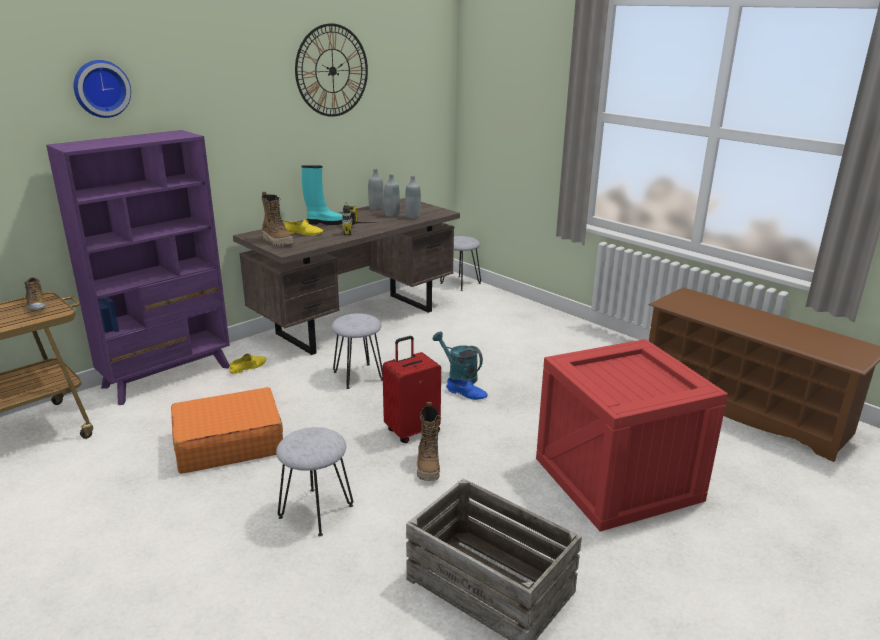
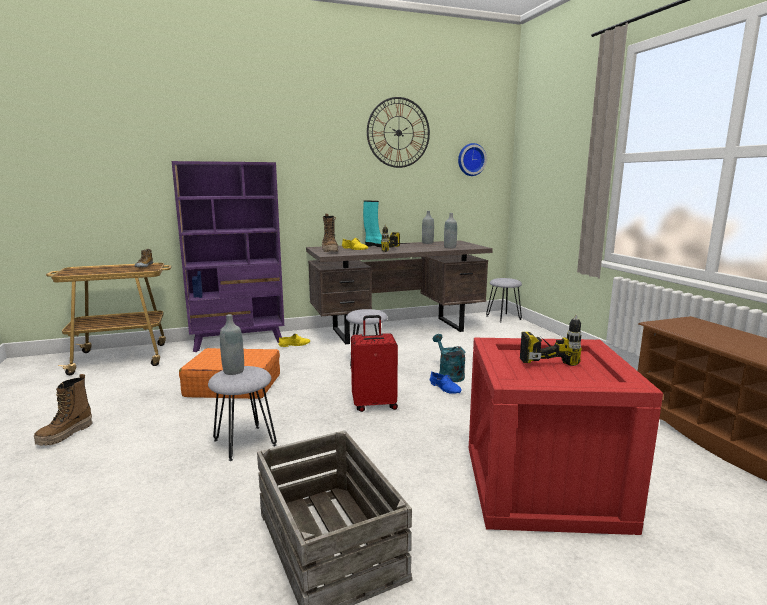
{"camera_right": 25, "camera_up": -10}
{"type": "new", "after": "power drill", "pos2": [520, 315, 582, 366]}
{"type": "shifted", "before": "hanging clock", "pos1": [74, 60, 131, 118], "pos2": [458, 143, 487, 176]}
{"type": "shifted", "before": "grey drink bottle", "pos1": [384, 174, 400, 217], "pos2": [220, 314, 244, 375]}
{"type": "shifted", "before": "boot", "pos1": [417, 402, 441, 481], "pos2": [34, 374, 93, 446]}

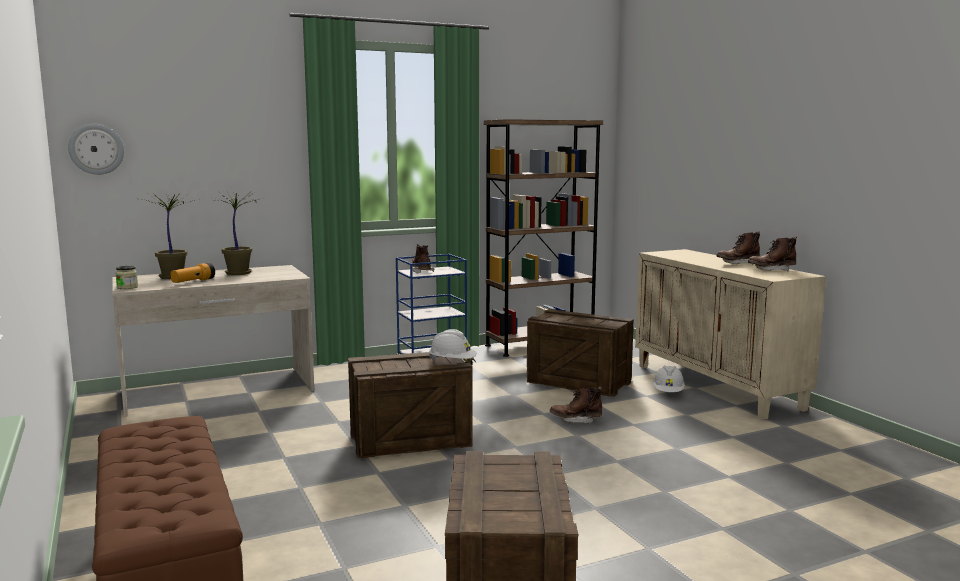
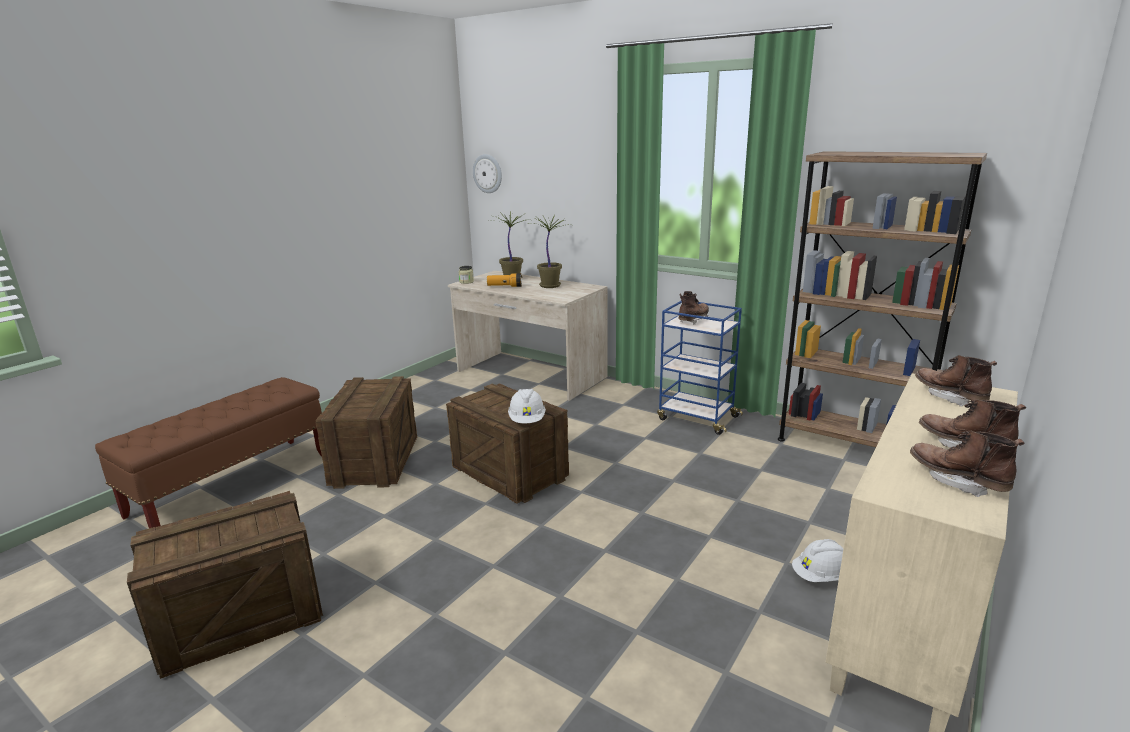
{"camera_right": 60, "camera_up": 10}
{"type": "shifted", "before": "shipping crate", "pos1": [527, 309, 634, 397], "pos2": [315, 376, 417, 489]}
{"type": "shifted", "before": "brown boot", "pos1": [550, 386, 603, 424], "pos2": [915, 355, 997, 406]}

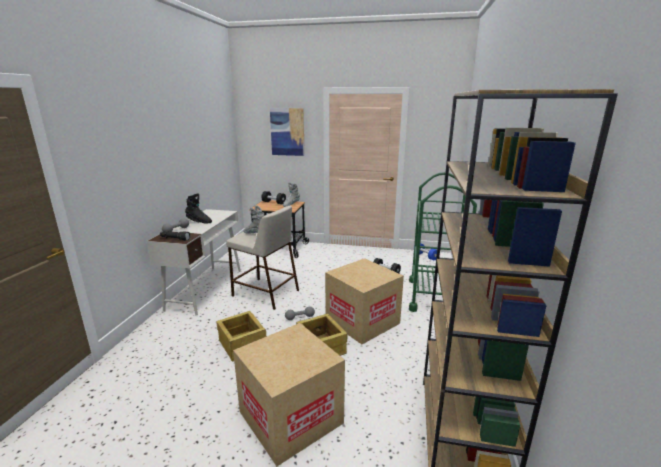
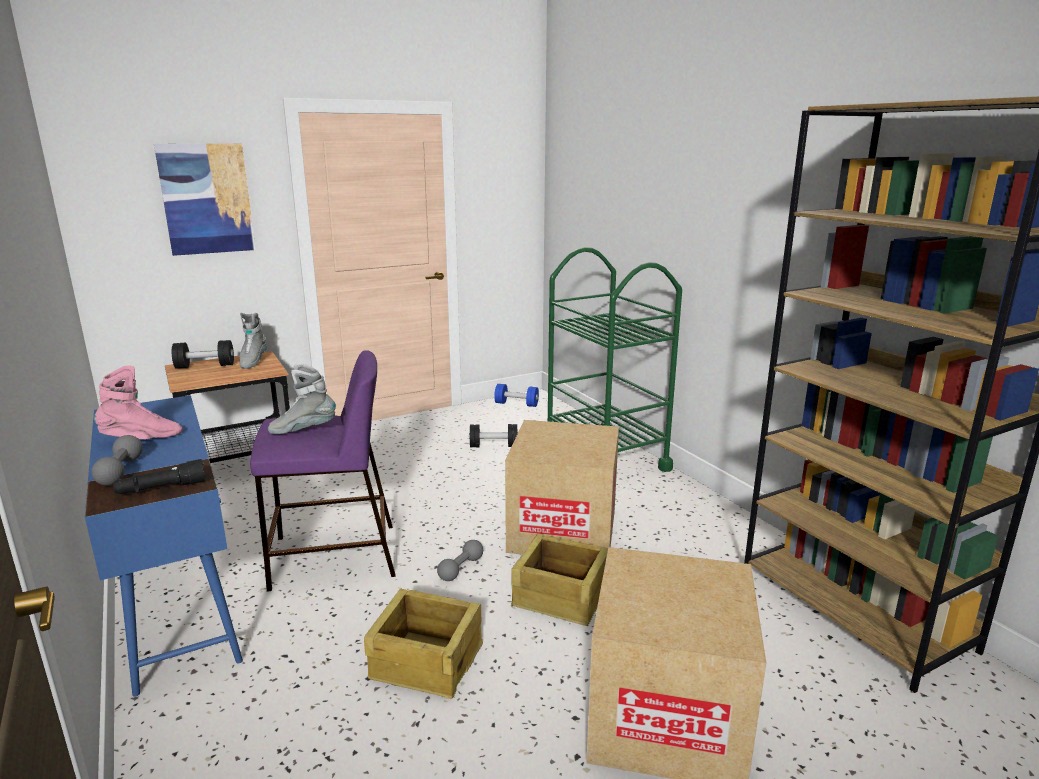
{"camera_right": -40, "camera_up": 0}
{"type": "repainted", "before": "white desk table", "after": "blue-coloured desk table", "pos1": [147, 209, 241, 316], "pos2": [85, 395, 243, 697]}
{"type": "repainted", "before": "black-coloured boot", "after": "pink-coloured boot", "pos1": [185, 193, 212, 223], "pos2": [94, 365, 182, 439]}
{"type": "repainted", "before": "beige-coloured stool", "after": "purplish stool", "pos1": [226, 206, 299, 310], "pos2": [250, 350, 396, 592]}

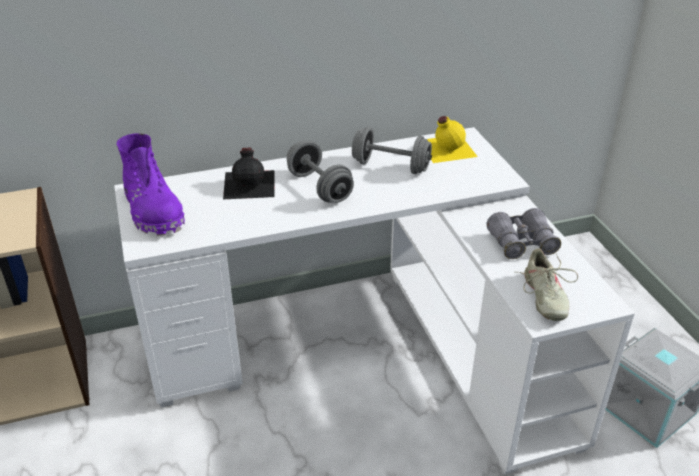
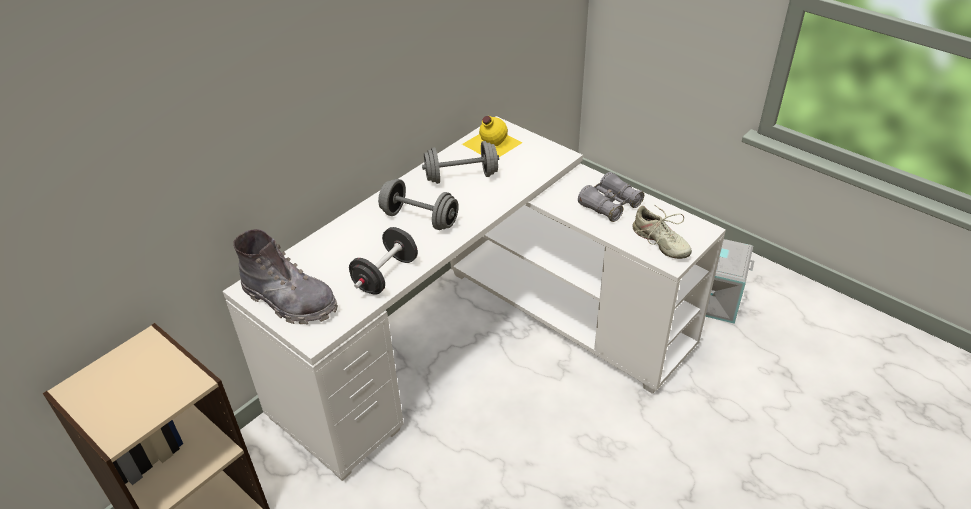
{"camera_right": -30, "camera_up": 5}
{"type": "gone", "before": "black-coloured drink bottle", "pos1": [223, 148, 275, 199]}
{"type": "new", "after": "black-coloured hand weight", "pos2": [349, 227, 418, 295]}
{"type": "repainted", "before": "purplish boot", "after": "grey boot", "pos1": [116, 133, 185, 236], "pos2": [233, 229, 338, 324]}

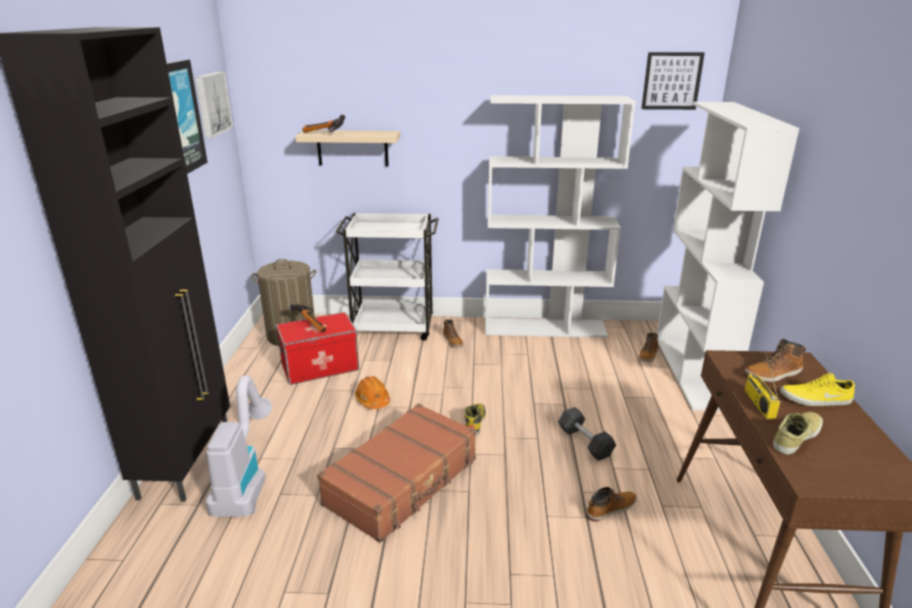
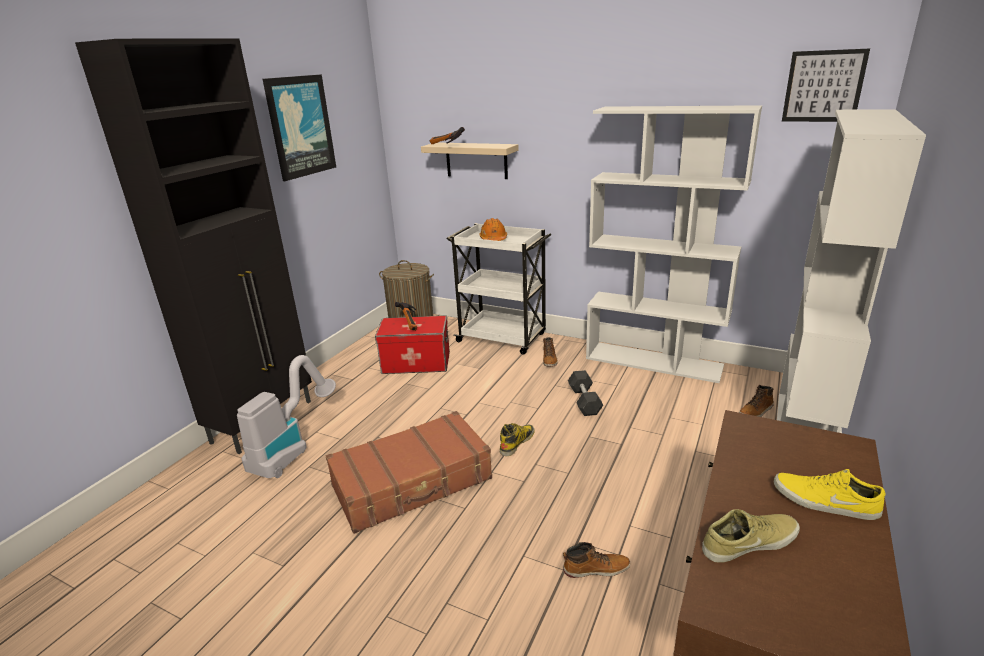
{"camera_right": 25, "camera_up": 0}
{"type": "gone", "before": "wall art", "pos1": [195, 71, 233, 138]}
{"type": "gone", "before": "radio", "pos1": [744, 352, 780, 419]}
{"type": "gone", "before": "boot", "pos1": [745, 339, 806, 382]}
{"type": "shifted", "before": "orangey hard hat", "pos1": [355, 376, 390, 409], "pos2": [479, 218, 507, 241]}
{"type": "shifted", "before": "grey hand weight", "pos1": [558, 407, 616, 461], "pos2": [568, 370, 603, 416]}

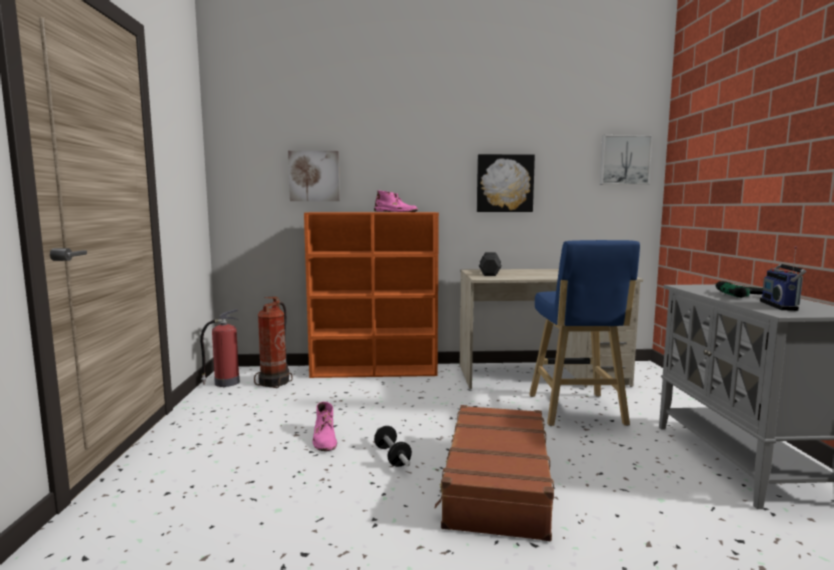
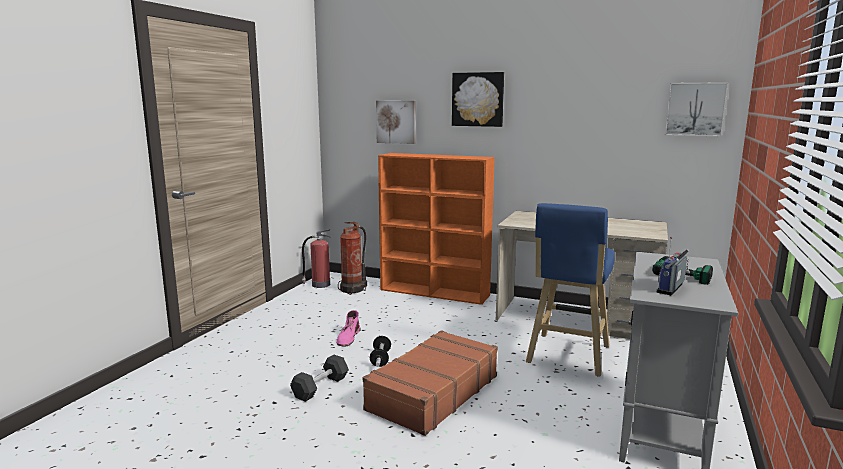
{"camera_right": 25, "camera_up": 5}
{"type": "gone", "before": "pink-coloured boot", "pos1": [374, 190, 418, 212]}
{"type": "shifted", "before": "wall art", "pos1": [477, 154, 535, 212], "pos2": [452, 72, 504, 127]}
{"type": "shifted", "before": "black-coloured hand weight", "pos1": [479, 252, 502, 276], "pos2": [290, 355, 349, 402]}

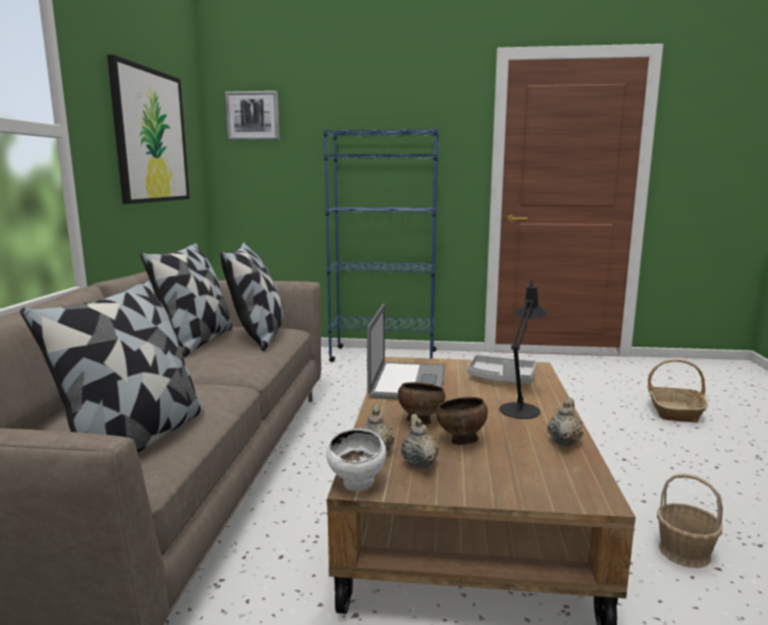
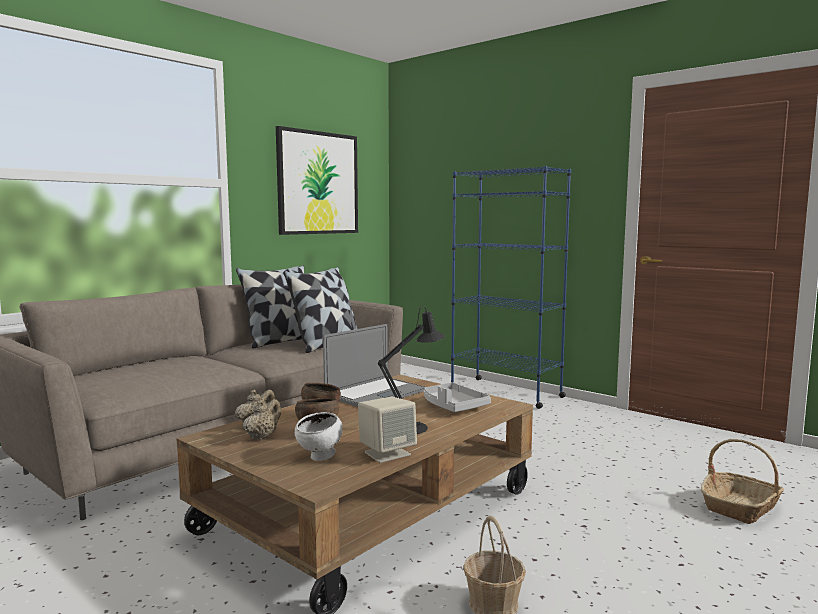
{"camera_right": 35, "camera_up": -5}
{"type": "gone", "before": "cushion", "pos1": [20, 280, 204, 452]}
{"type": "gone", "before": "wall art", "pos1": [225, 91, 280, 140]}
{"type": "shifted", "before": "white bowl", "pos1": [326, 428, 386, 491], "pos2": [295, 412, 343, 461]}
{"type": "swapped", "before": "beige-coloured teapot", "after": "beige-coloured loudspeaker", "pos1": [548, 397, 584, 447], "pos2": [358, 397, 417, 463]}

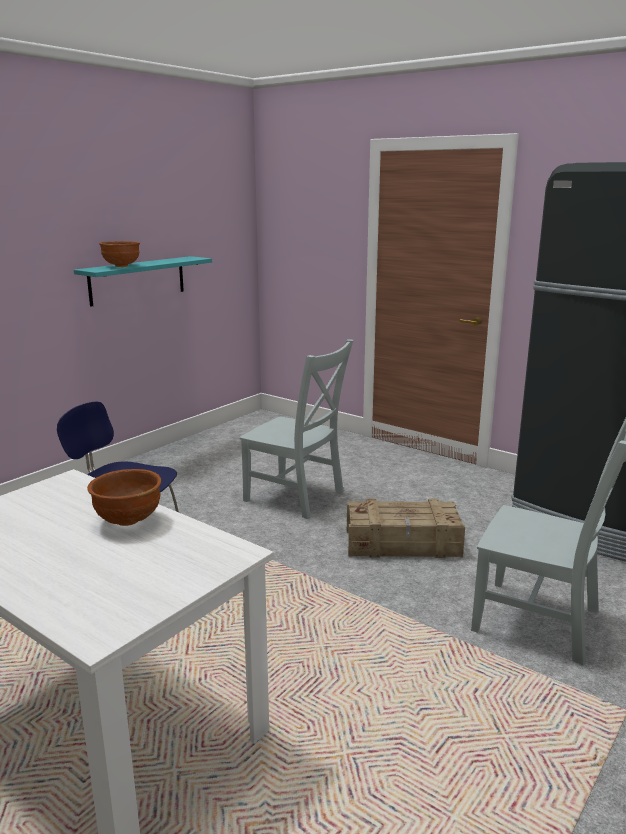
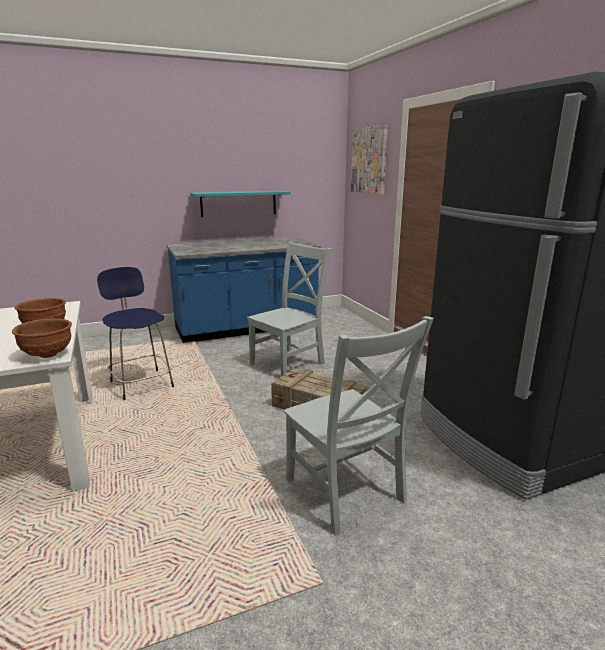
{"camera_right": 30, "camera_up": 0}
{"type": "new", "after": "blue-coloured counter", "pos2": [166, 237, 321, 343]}
{"type": "new", "after": "wall art", "pos2": [351, 125, 388, 195]}
{"type": "shifted", "before": "brown bowl", "pos1": [99, 241, 140, 267], "pos2": [12, 318, 72, 358]}
{"type": "rotated", "before": "grey chair", "pos1": [239, 339, 354, 519], "pos2": [247, 241, 332, 377], "turn": -105}

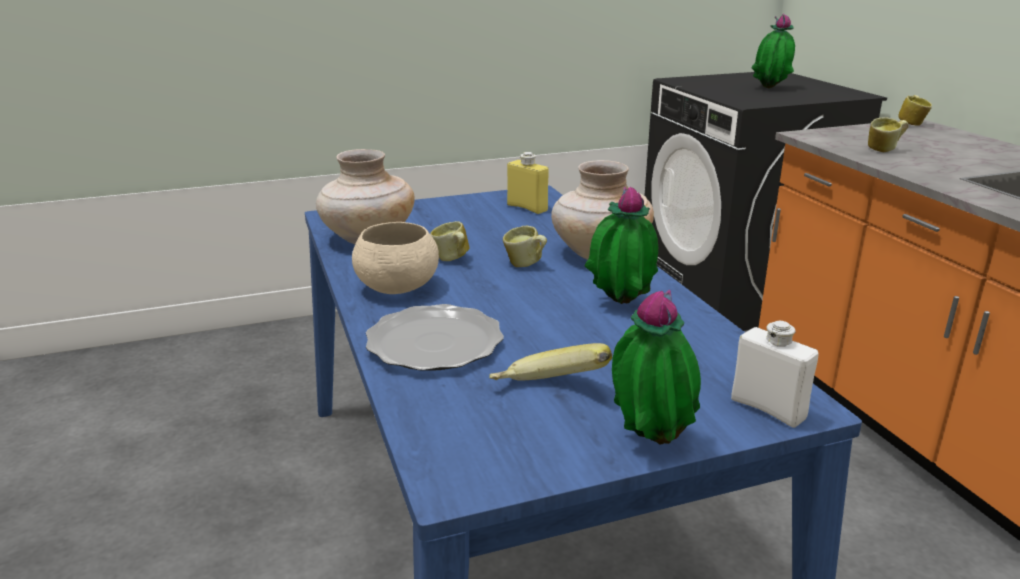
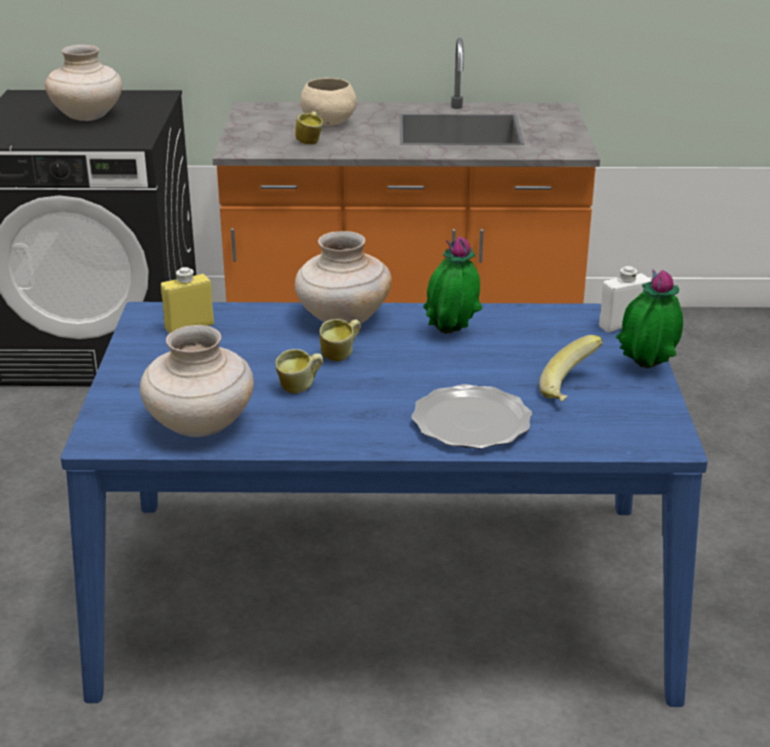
{"camera_right": -70, "camera_up": 5}
{"type": "gone", "before": "tea mug", "pos1": [899, 95, 932, 126]}
{"type": "shifted", "before": "beige-coloured bowl", "pos1": [352, 222, 439, 294], "pos2": [300, 78, 357, 126]}
{"type": "swapped", "before": "plant in a pot", "after": "beige-coloured flower vase", "pos1": [751, 14, 795, 88], "pos2": [45, 45, 122, 121]}

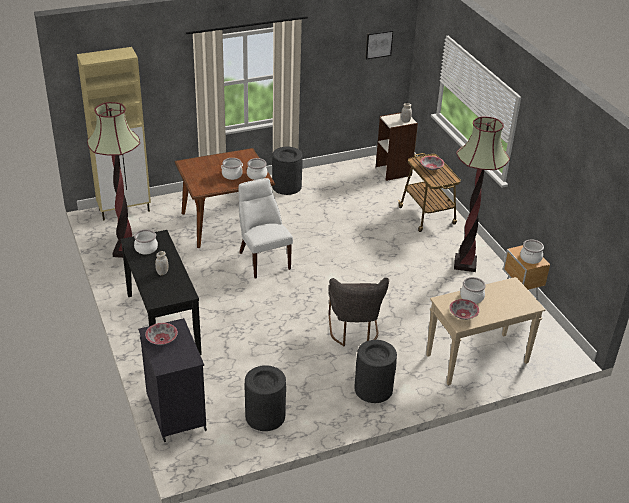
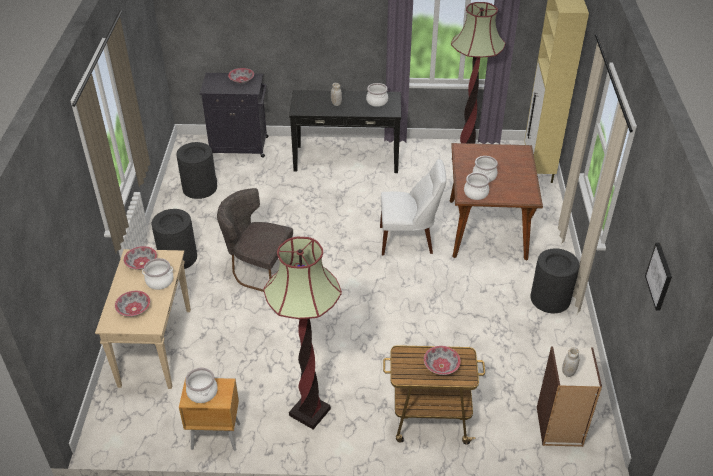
{"camera_right": 115, "camera_up": 5}
{"type": "new", "after": "bowl", "pos2": [115, 291, 150, 316]}

